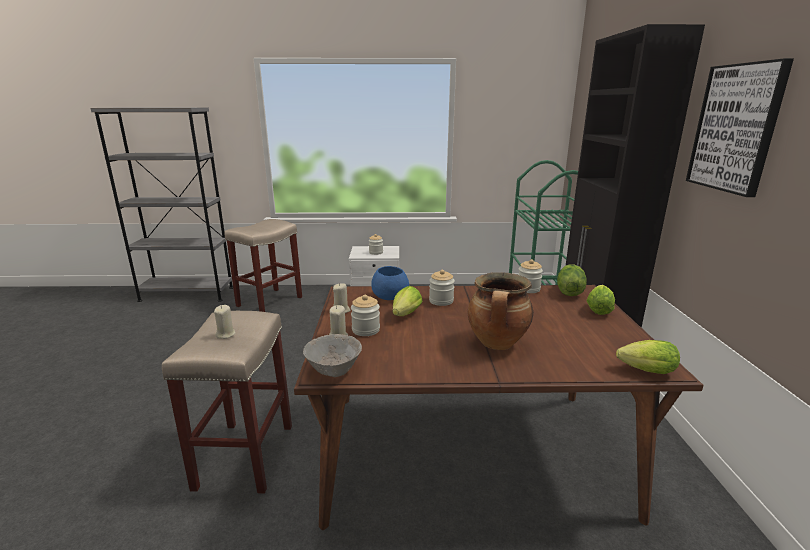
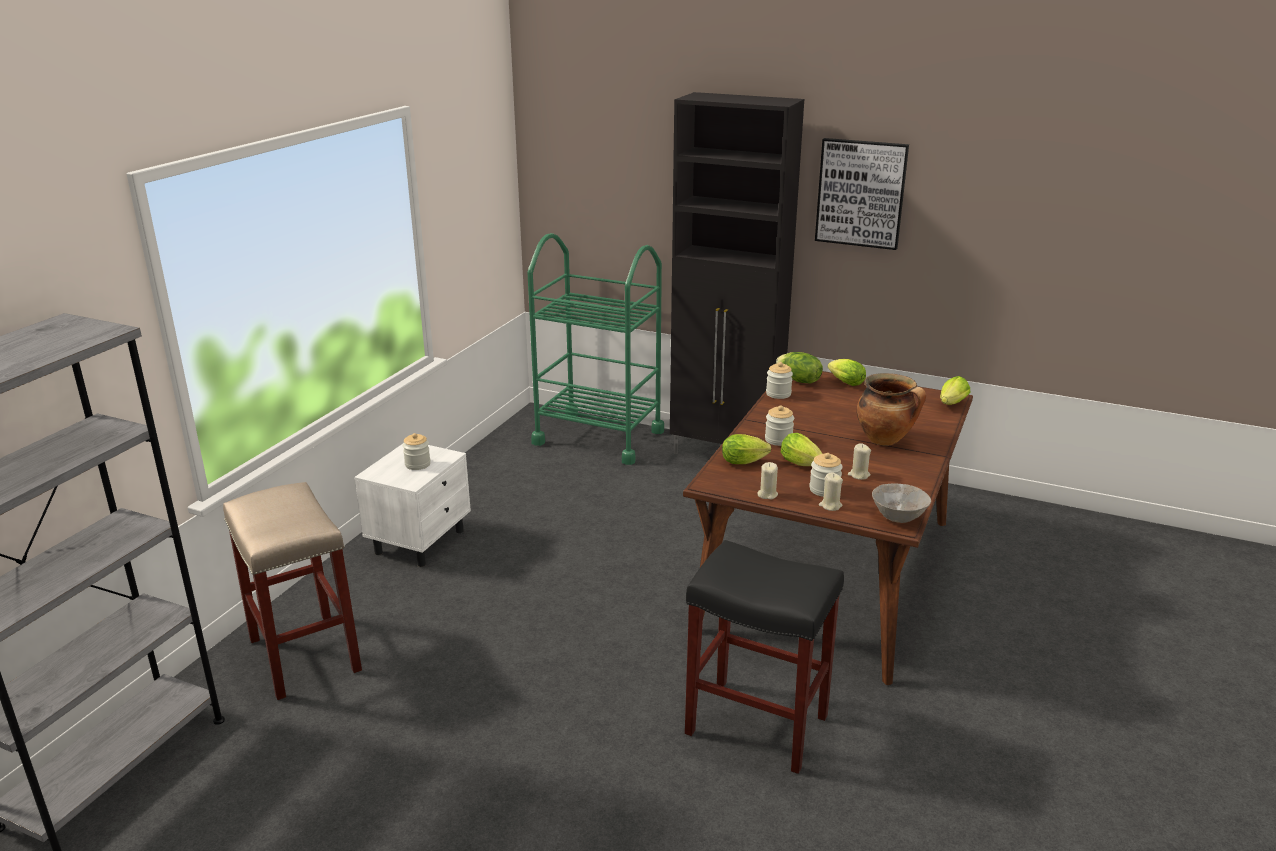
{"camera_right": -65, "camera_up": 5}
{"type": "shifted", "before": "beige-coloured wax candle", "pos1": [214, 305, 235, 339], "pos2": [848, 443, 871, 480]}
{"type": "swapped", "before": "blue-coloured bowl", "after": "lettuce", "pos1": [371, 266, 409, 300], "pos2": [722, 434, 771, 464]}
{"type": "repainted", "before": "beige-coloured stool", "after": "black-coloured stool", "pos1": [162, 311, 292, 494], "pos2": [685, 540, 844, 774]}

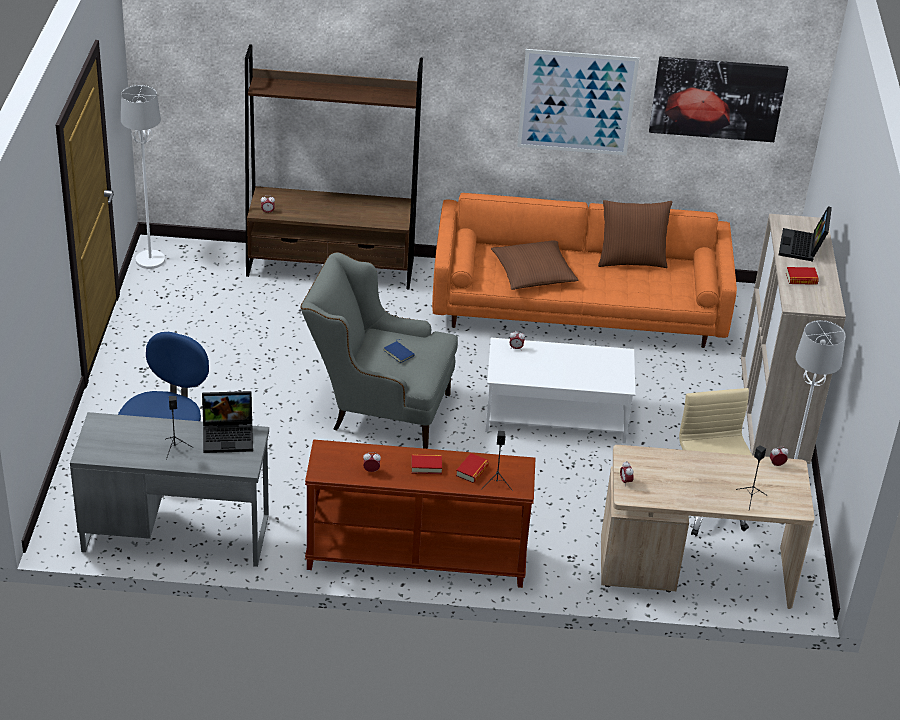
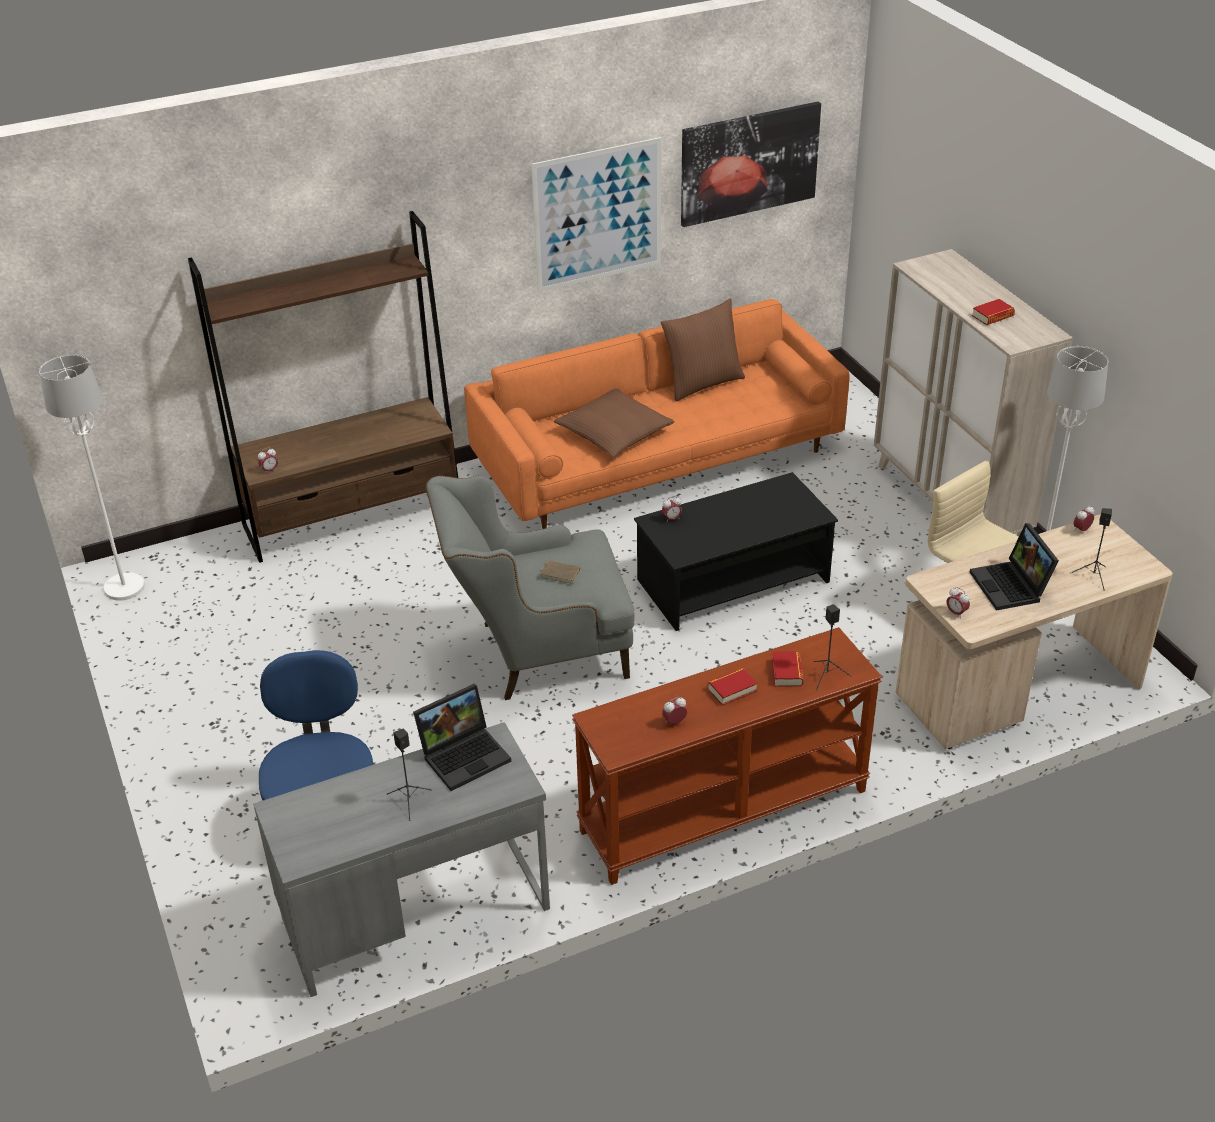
{"camera_right": -25, "camera_up": 0}
{"type": "shifted", "before": "portable computer", "pos1": [779, 206, 832, 261], "pos2": [970, 523, 1059, 611]}
{"type": "repainted", "before": "blue-coloured volume", "after": "brown volume", "pos1": [384, 339, 415, 363], "pos2": [539, 556, 580, 584]}
{"type": "repainted", "before": "white low table", "after": "black-coloured low table", "pos1": [485, 338, 635, 443], "pos2": [634, 472, 838, 631]}

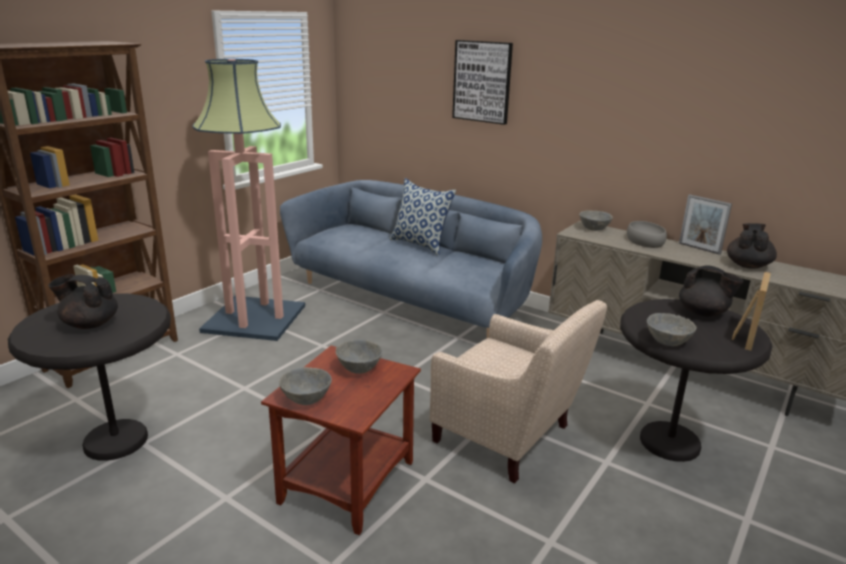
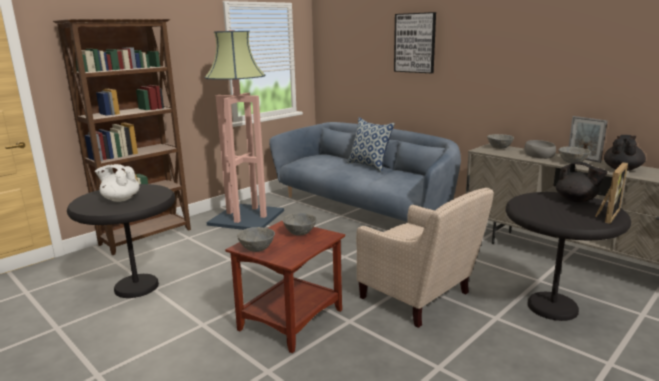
{"camera_right": 10, "camera_up": -5}
{"type": "shifted", "before": "grey bowl", "pos1": [647, 313, 696, 346], "pos2": [558, 147, 591, 163]}
{"type": "repainted", "before": "black-coloured teapot", "after": "white teapot", "pos1": [49, 274, 118, 329], "pos2": [95, 164, 139, 202]}

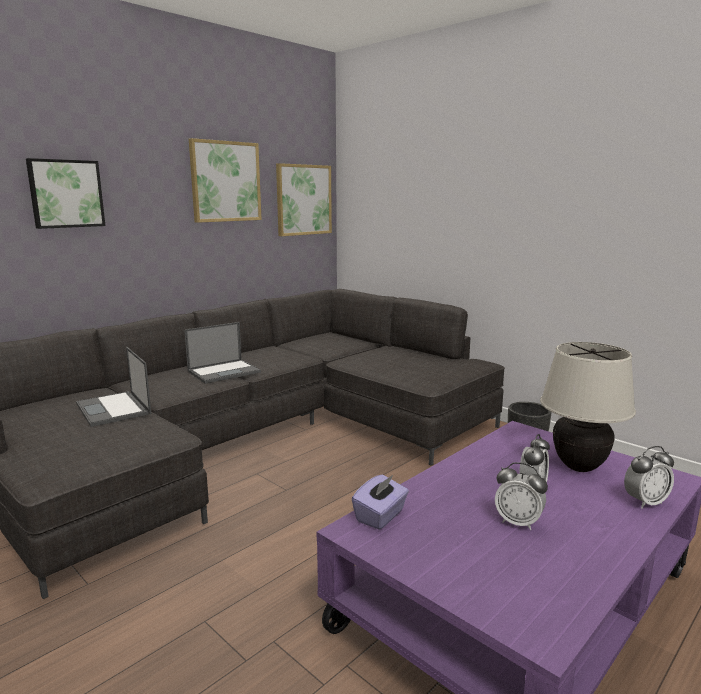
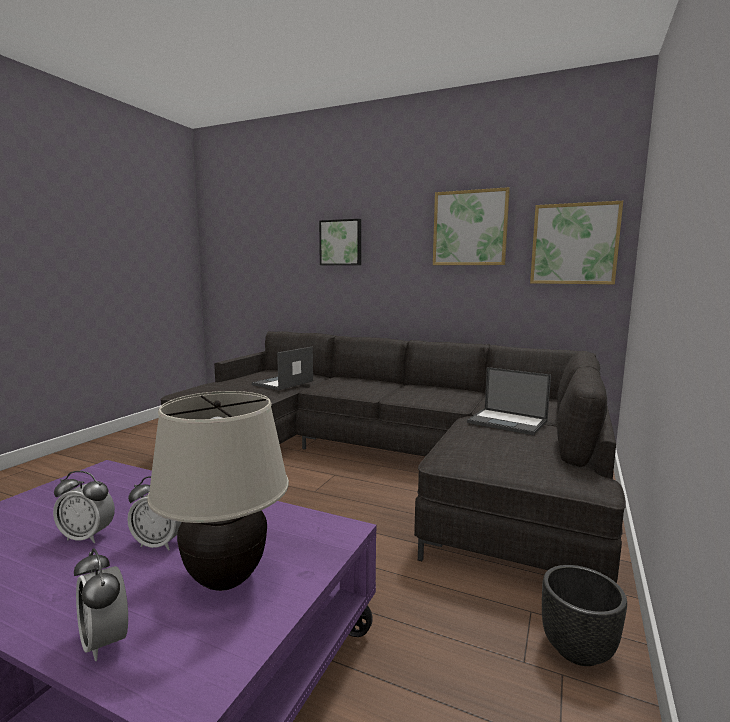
{"camera_right": 70, "camera_up": -5}
{"type": "gone", "before": "purplish box of tissues", "pos1": [352, 474, 409, 530]}
{"type": "shifted", "before": "portable computer", "pos1": [184, 322, 261, 384], "pos2": [467, 367, 551, 435]}
{"type": "rotated", "before": "bedside clock", "pos1": [495, 462, 548, 530], "pos2": [53, 471, 115, 543], "turn": -90}

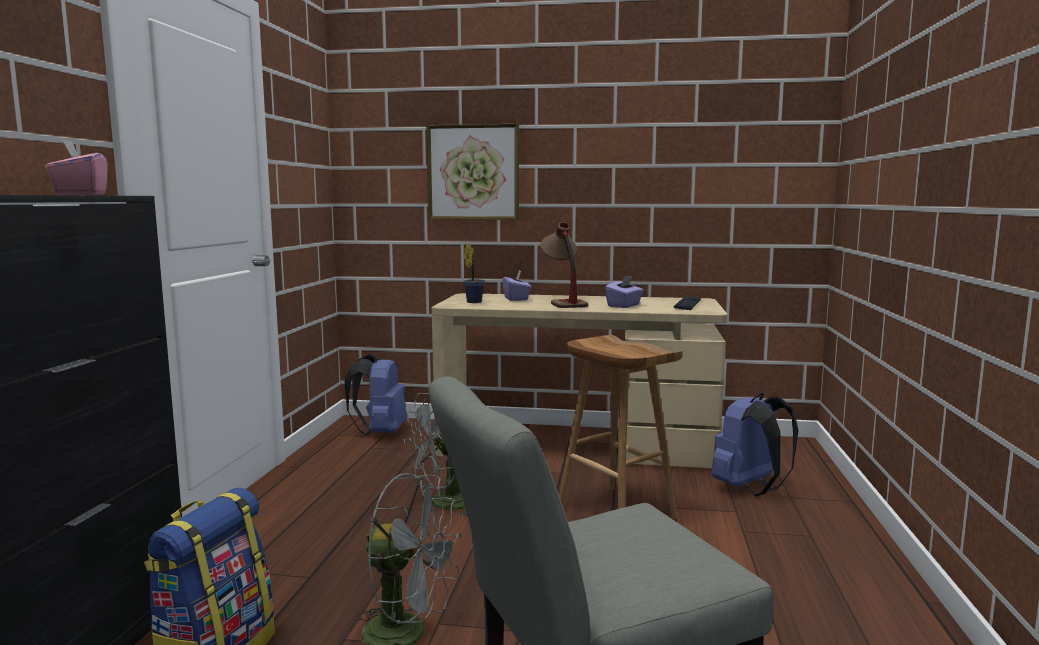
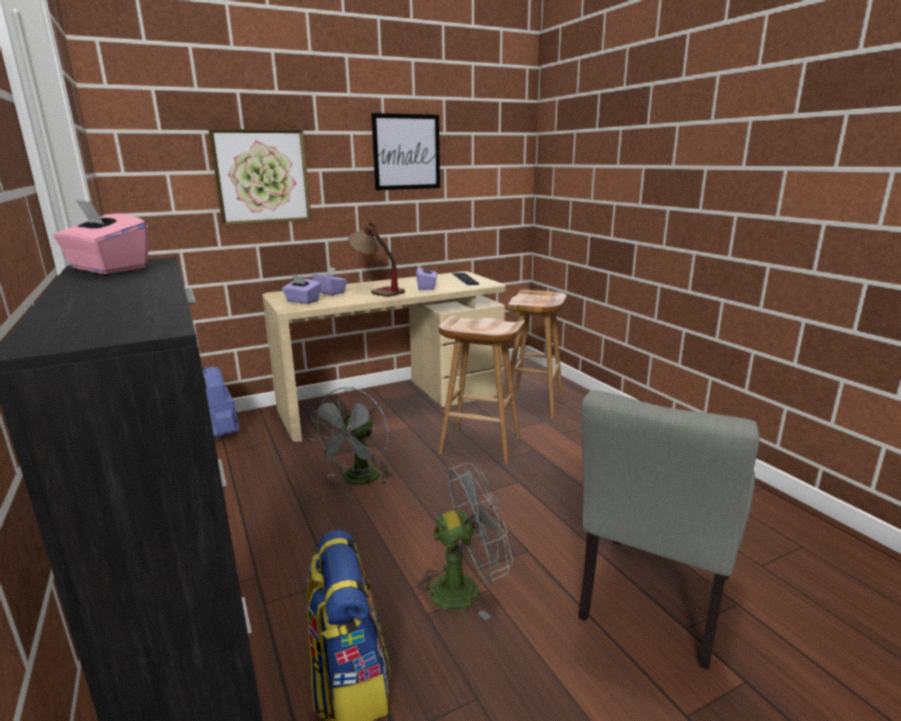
{"camera_right": -35, "camera_up": 10}
{"type": "new", "after": "wall art", "pos2": [371, 113, 440, 190]}
{"type": "swapped", "before": "plant in a pot", "after": "purplish box of tissues", "pos1": [463, 243, 485, 303], "pos2": [282, 275, 321, 304]}
{"type": "swapped", "before": "blue-coloured knapsack", "after": "brown stool", "pos1": [711, 393, 798, 496], "pos2": [505, 290, 567, 418]}

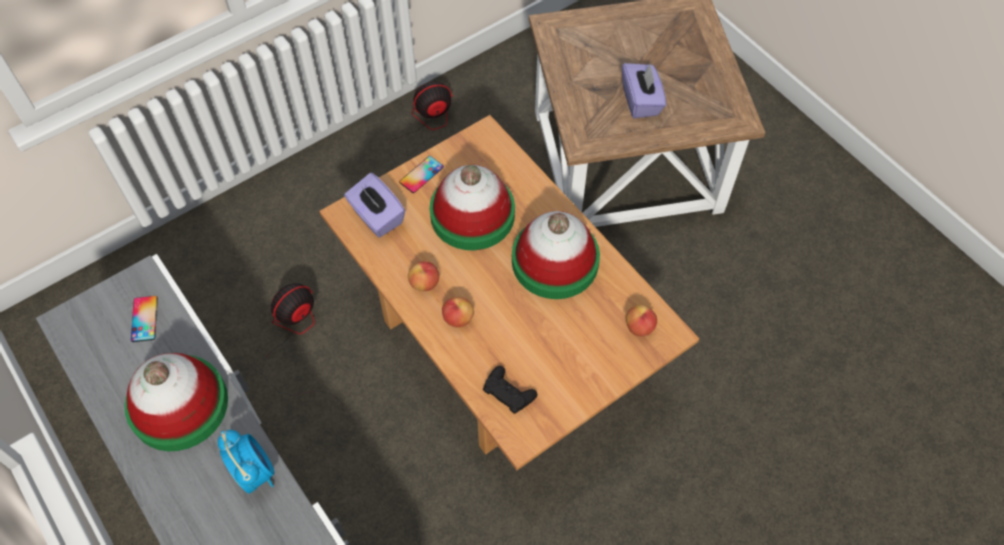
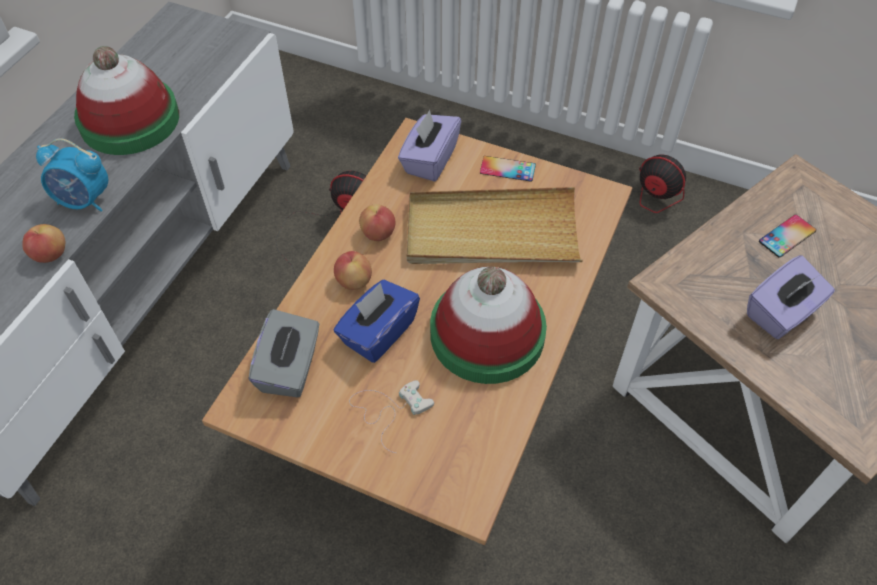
{"camera_right": 60, "camera_up": -5}
{"type": "new", "after": "blue-coloured box of tissues", "pos2": [333, 280, 420, 363]}
{"type": "new", "after": "white joypad", "pos2": [349, 380, 434, 453]}
{"type": "shifted", "before": "handset", "pos1": [131, 296, 158, 342], "pos2": [759, 215, 816, 257]}
{"type": "shifted", "before": "whole apple", "pos1": [626, 304, 657, 336], "pos2": [22, 224, 65, 263]}
{"type": "swapped", "before": "wearable hat", "after": "beige-coloured serving tray", "pos1": [429, 165, 515, 250], "pos2": [407, 187, 583, 264]}
{"type": "swapped", "before": "black-coloured joypad", "after": "grey box of tissues", "pos1": [483, 366, 538, 414], "pos2": [248, 309, 319, 398]}
{"type": "rotated", "before": "bedside clock", "pos1": [218, 430, 275, 494], "pos2": [36, 138, 108, 212], "turn": 75}

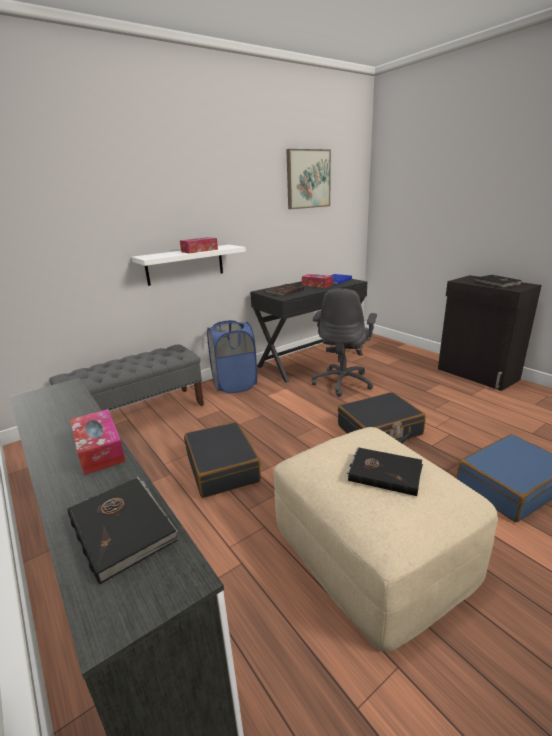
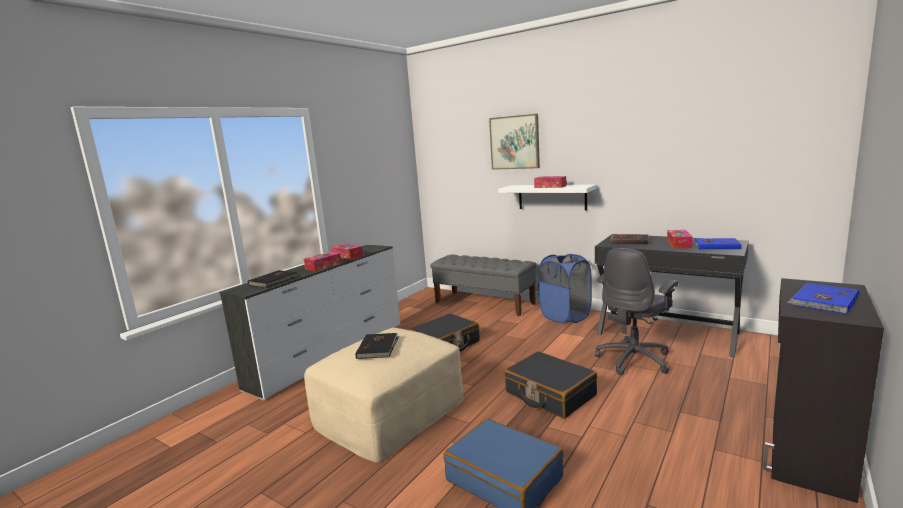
{"camera_right": 70, "camera_up": -10}
{"type": "new", "after": "box of tissues", "pos2": [332, 243, 363, 260]}
{"type": "shifted", "before": "wall art", "pos1": [286, 149, 331, 209], "pos2": [489, 114, 540, 170]}
{"type": "repainted", "before": "black-coloured volume", "after": "blue-coloured volume", "pos1": [473, 275, 522, 288], "pos2": [787, 283, 859, 315]}
{"type": "rotated", "before": "grey computer chair", "pos1": [312, 289, 377, 397], "pos2": [595, 248, 679, 375], "turn": -45}

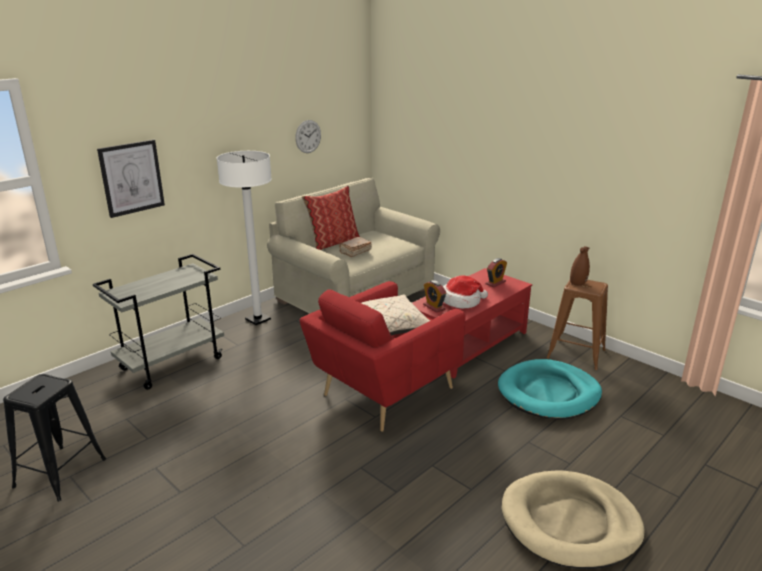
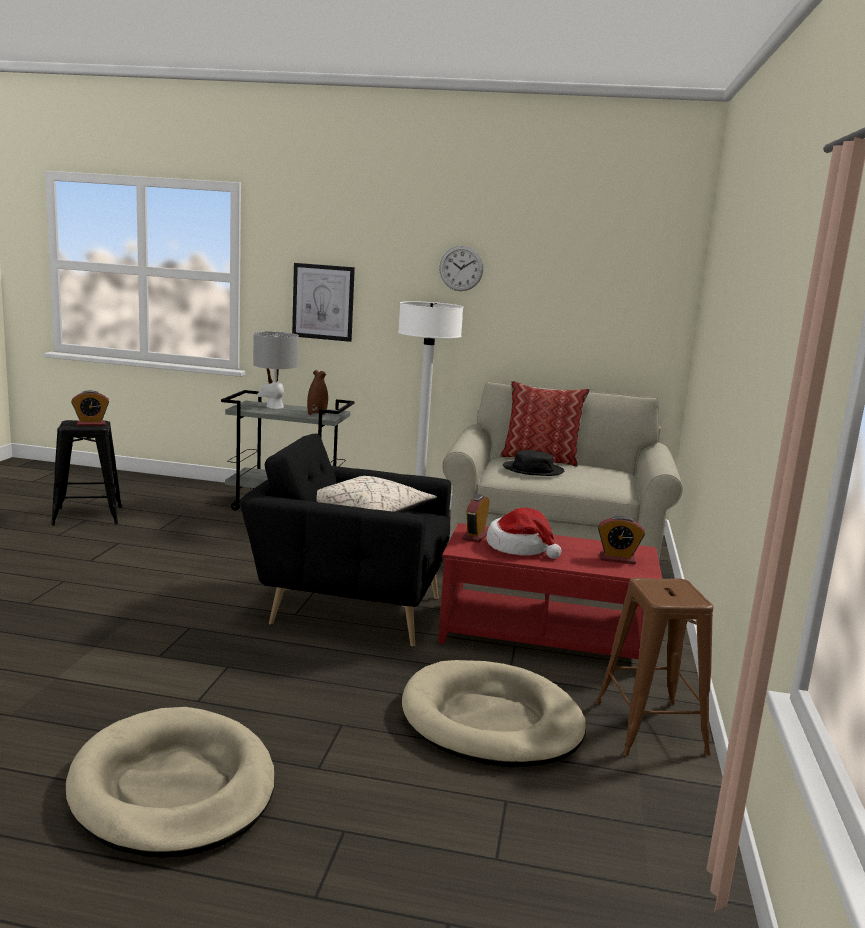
{"camera_right": 55, "camera_up": -10}
{"type": "new", "after": "bedside clock", "pos2": [71, 390, 109, 426]}
{"type": "new", "after": "grey lamp for a table", "pos2": [253, 332, 299, 409]}
{"type": "shifted", "before": "hanging clock", "pos1": [295, 120, 321, 153], "pos2": [439, 246, 483, 291]}
{"type": "shifted", "before": "brown flower vase", "pos1": [570, 246, 590, 286], "pos2": [307, 370, 328, 415]}
{"type": "swapped", "before": "brown volume", "after": "black-coloured wearable hat", "pos1": [339, 237, 372, 257], "pos2": [503, 450, 564, 476]}
{"type": "repainted", "before": "reddish armchair", "after": "black-coloured armchair", "pos1": [300, 281, 466, 432], "pos2": [240, 434, 451, 647]}
{"type": "repainted", "before": "blue-green pet bed", "after": "beige-coloured pet bed", "pos1": [498, 359, 602, 420], "pos2": [402, 660, 586, 768]}

